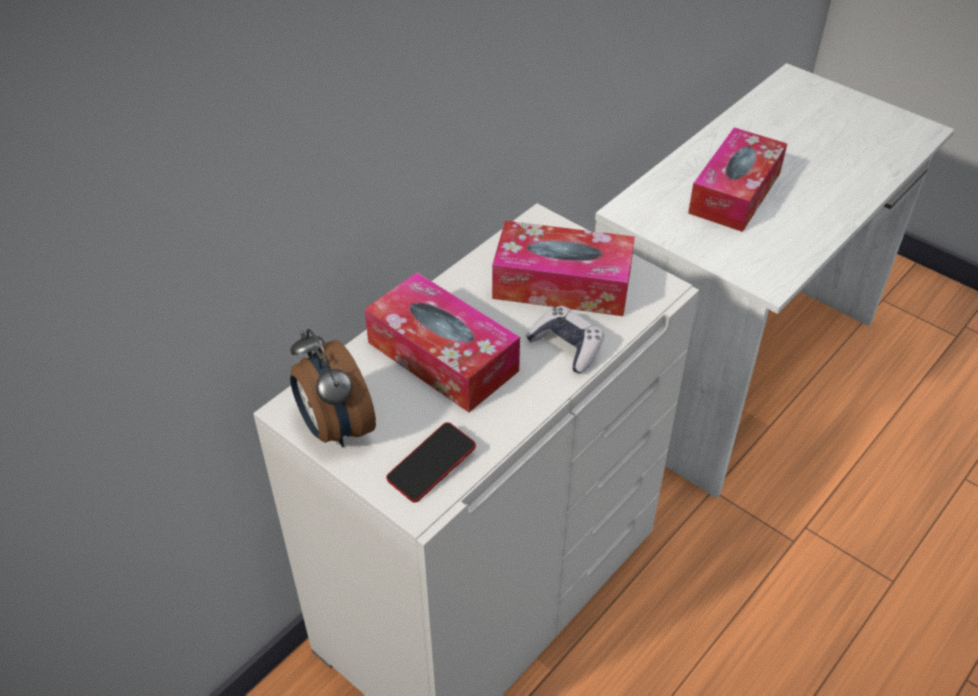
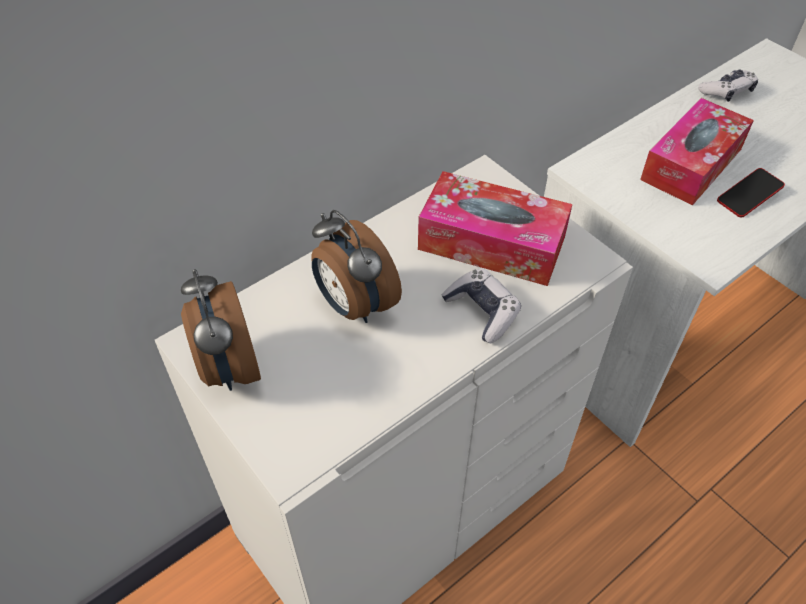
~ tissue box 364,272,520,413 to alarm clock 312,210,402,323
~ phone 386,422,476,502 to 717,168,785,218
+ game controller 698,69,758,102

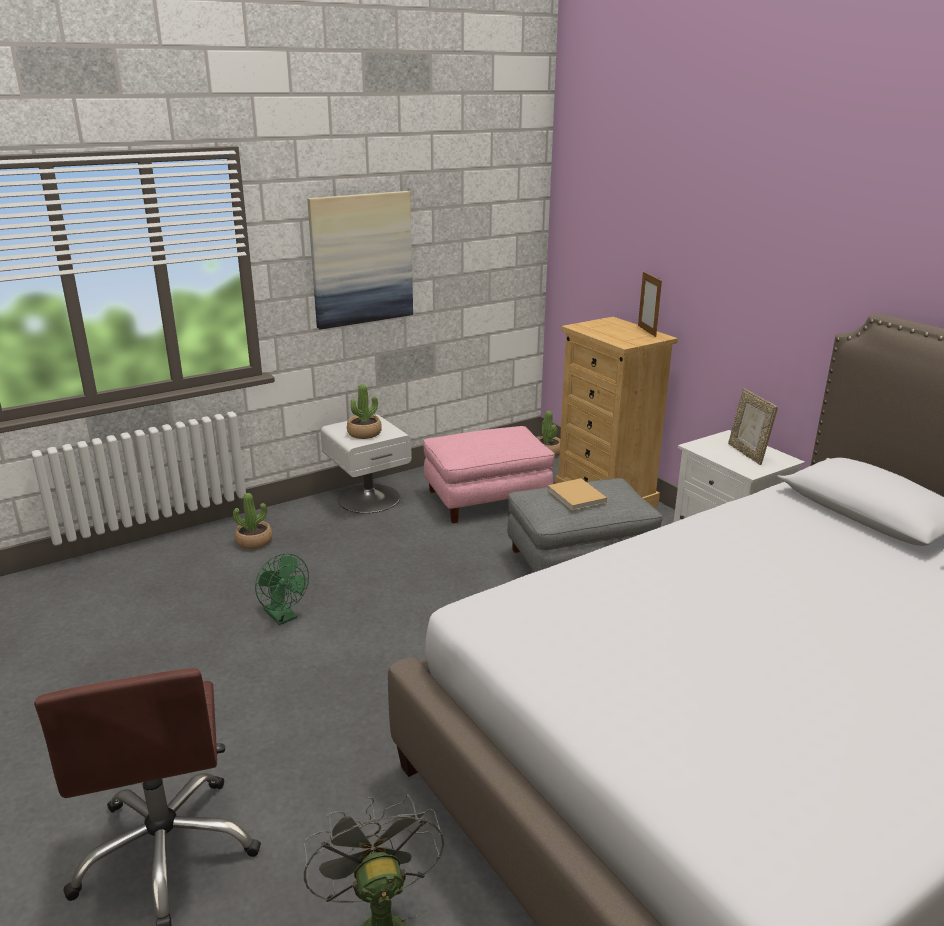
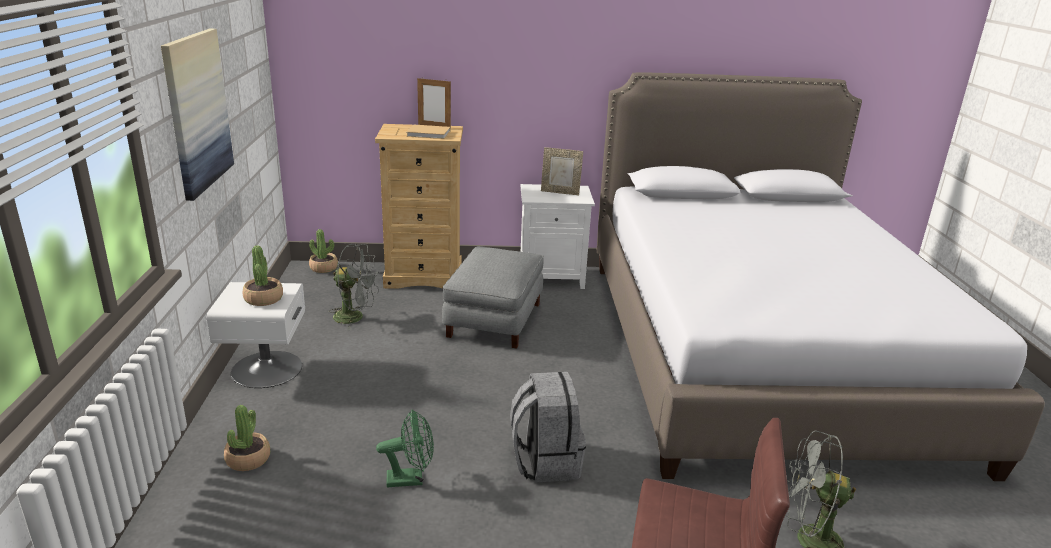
~ pink ottoman 423,426,555,523 to grey fan 329,244,379,330
~ beige book 548,478,607,511 to 406,125,450,139
+ grey backpack 510,372,586,483

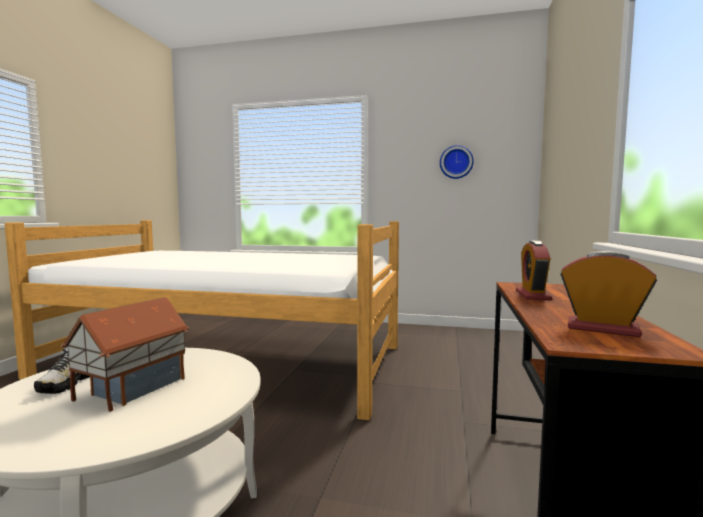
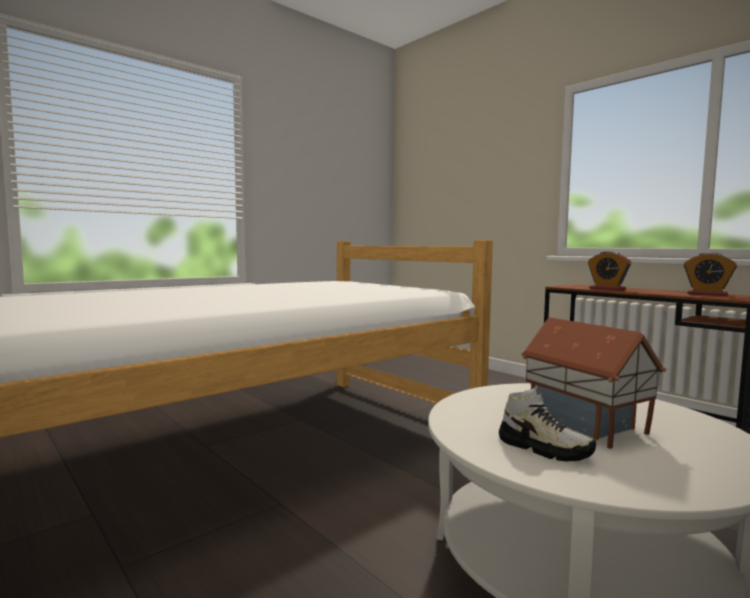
- wall clock 440,145,474,179
~ alarm clock 560,251,657,337 = 684,252,737,296 120 degrees counterclockwise

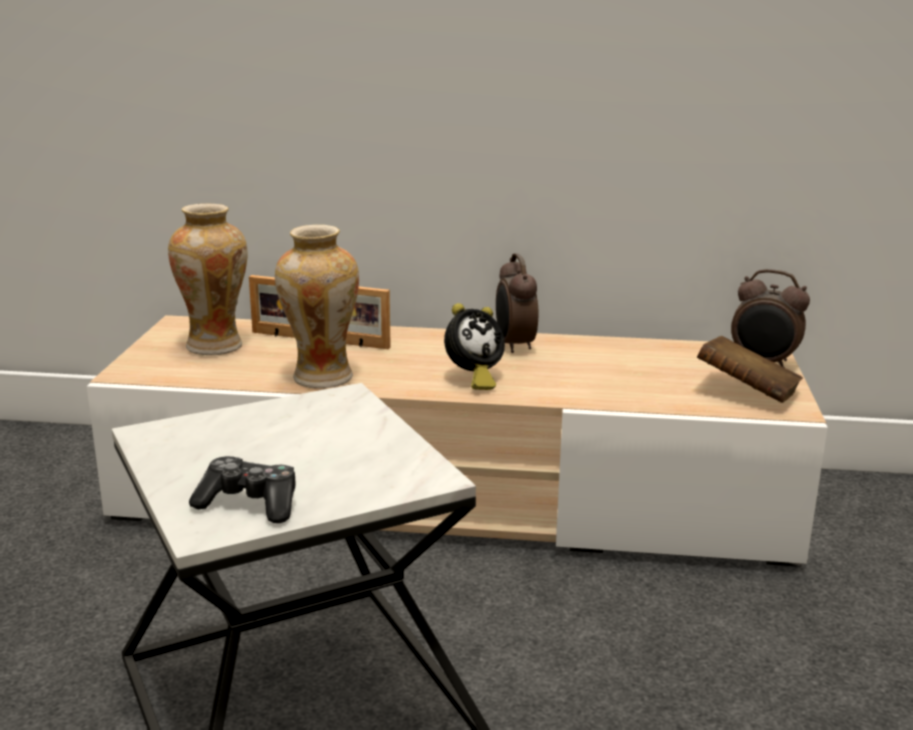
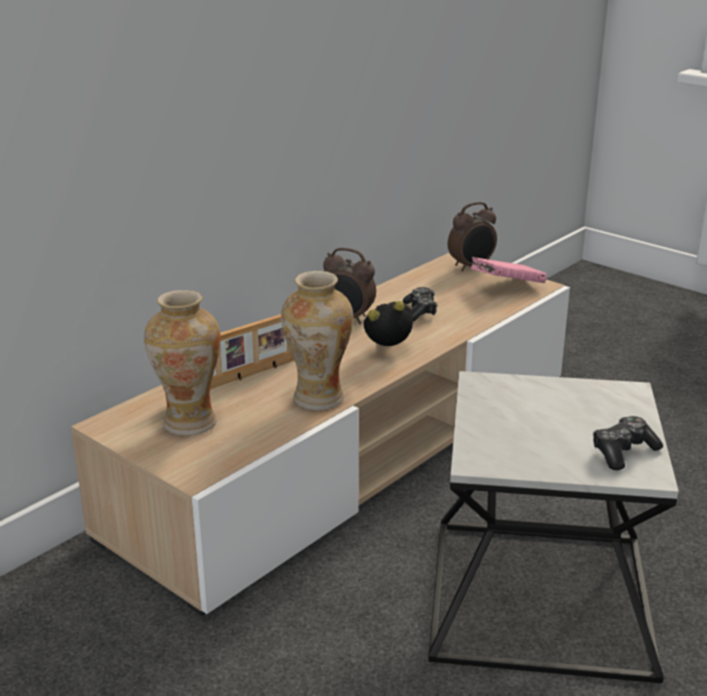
~ alarm clock 444,303,505,390 = 363,301,413,346 105 degrees counterclockwise
~ brown book 697,336,803,403 to pink book 470,257,547,283
+ game controller 403,287,438,322

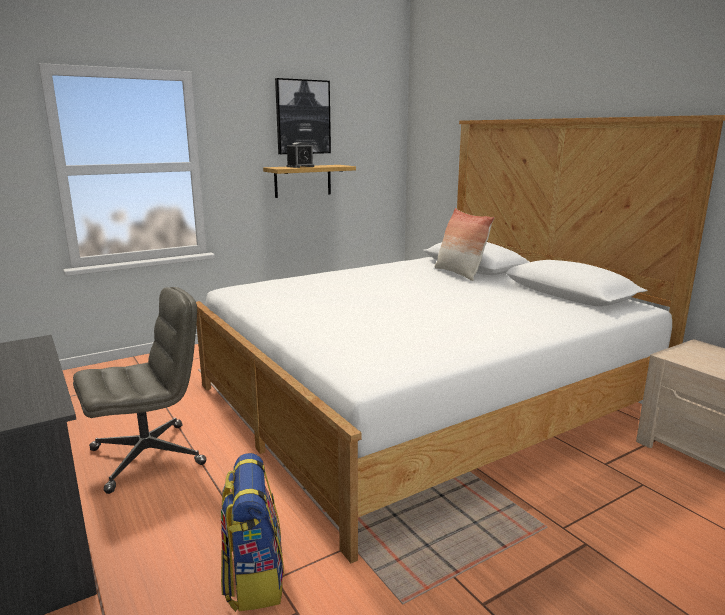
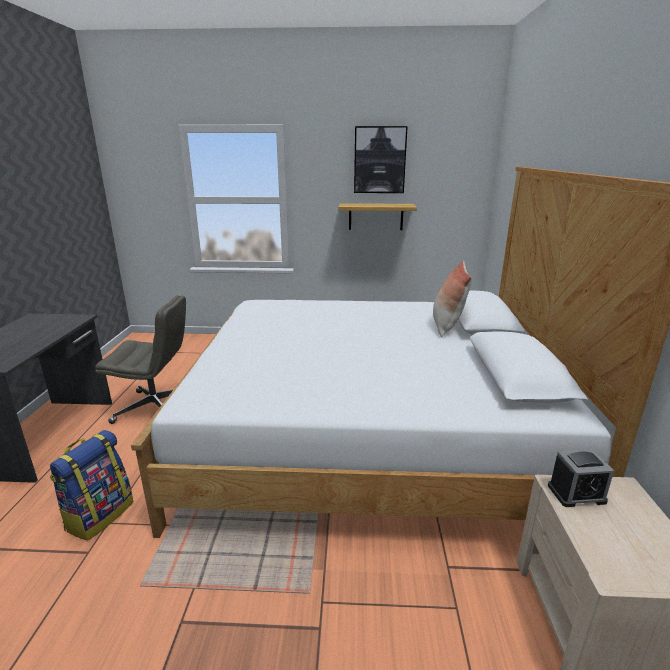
~ alarm clock 287,142,314,168 to 548,449,614,507

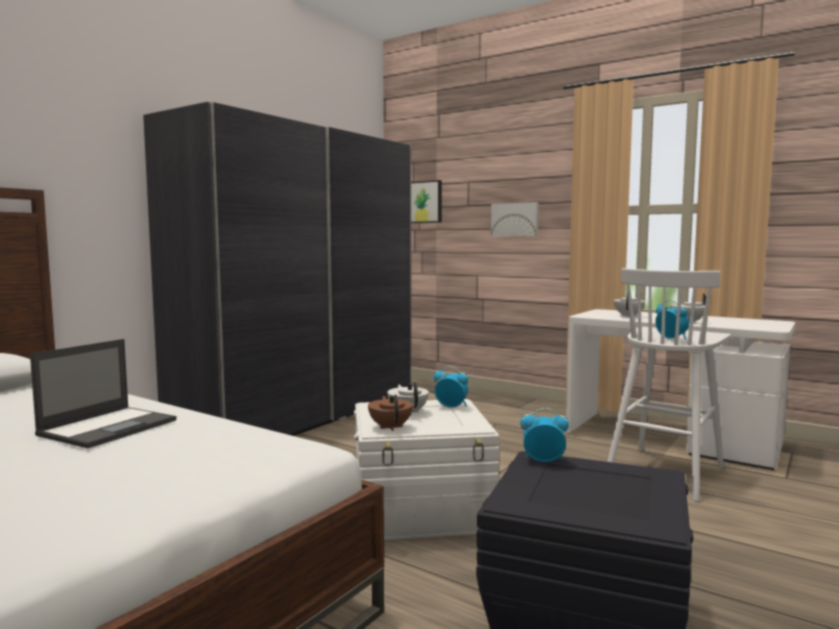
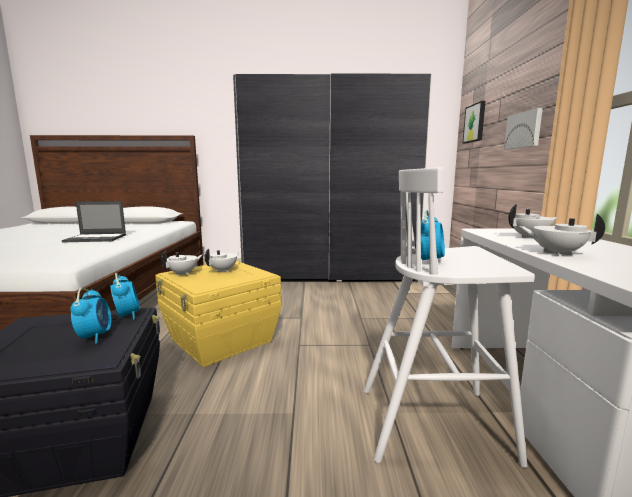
~ white storage box 354,399,500,540 to yellow storage box 155,261,281,367
~ brown teapot 368,395,413,431 to white teapot 161,251,202,275
~ alarm clock 434,366,468,407 to 71,288,111,344

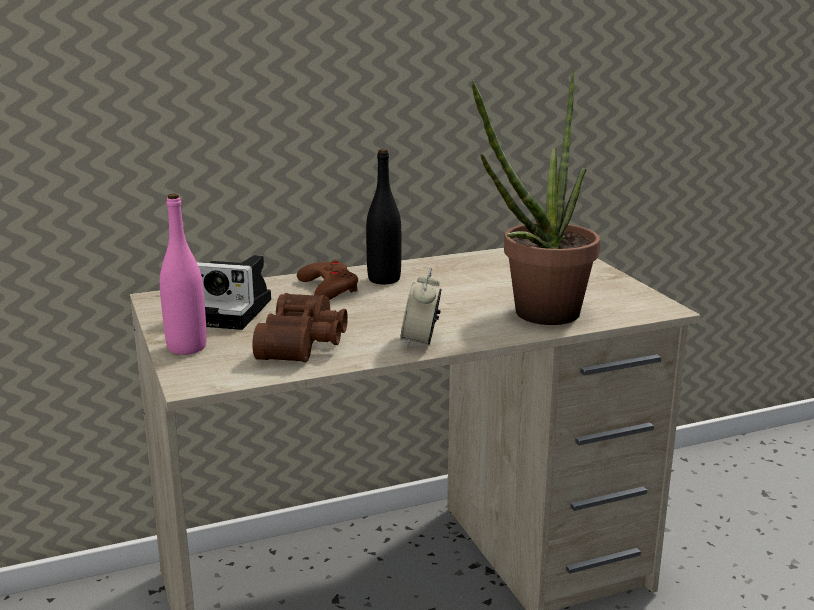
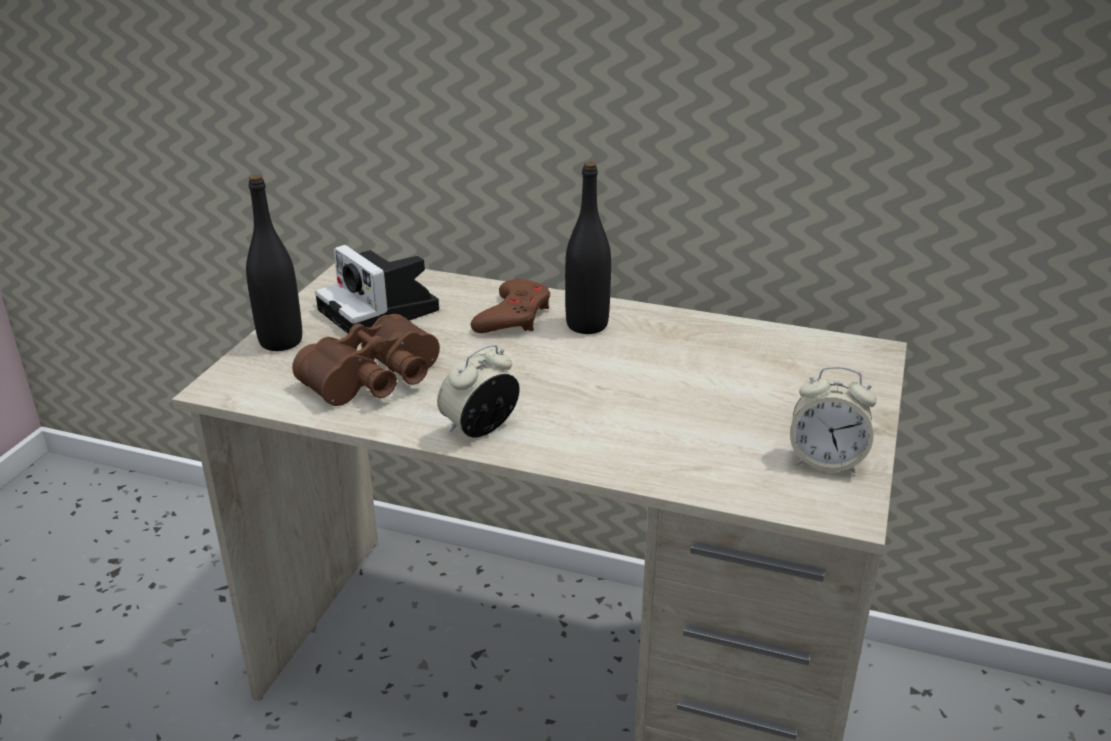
~ pink bottle 160,193,207,355 to black bottle 246,175,302,351
- potted plant 471,70,600,325
+ alarm clock 790,366,877,473

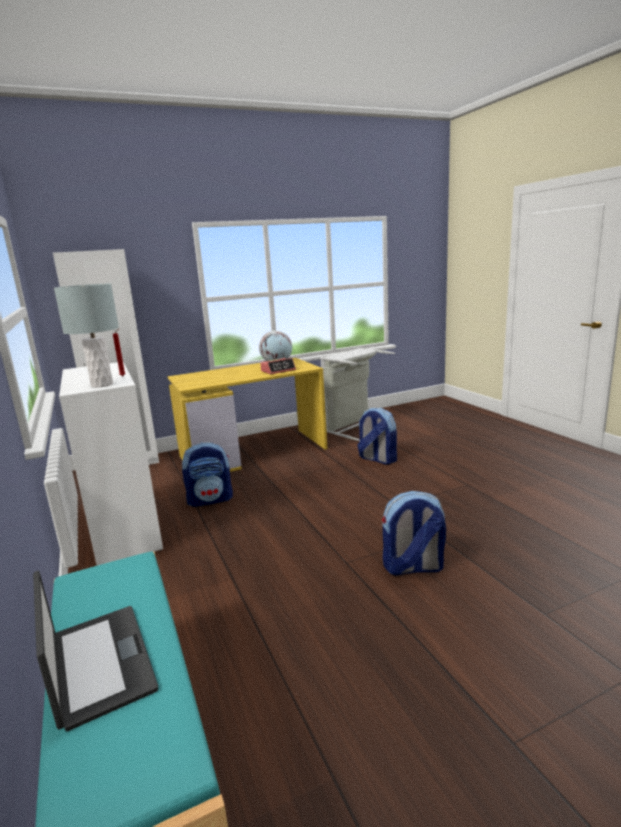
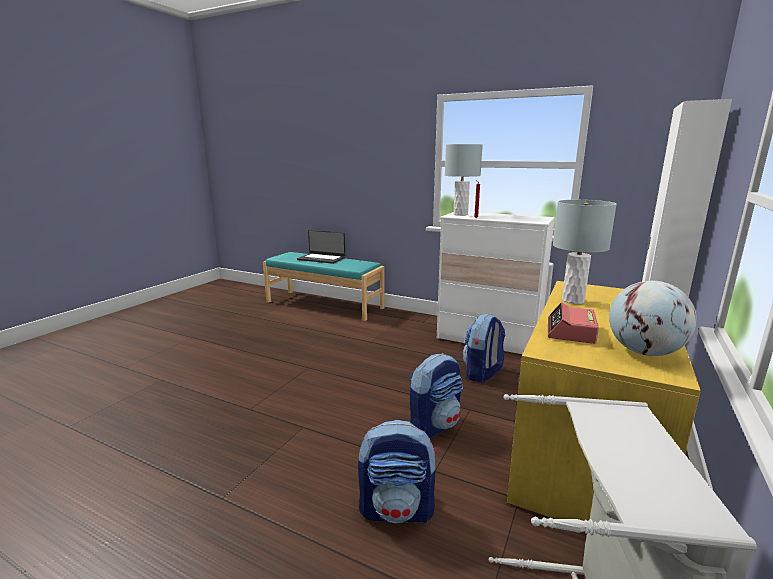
~ backpack 382,491,446,576 to 409,353,463,438
+ grey table lamp 553,200,617,304

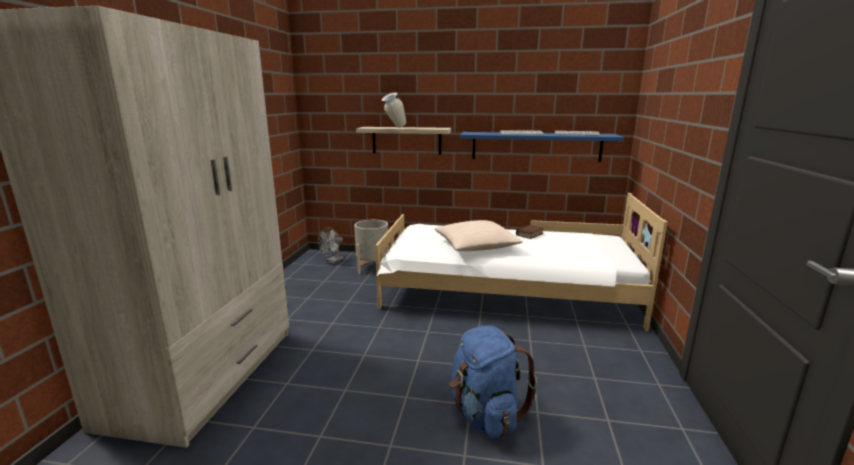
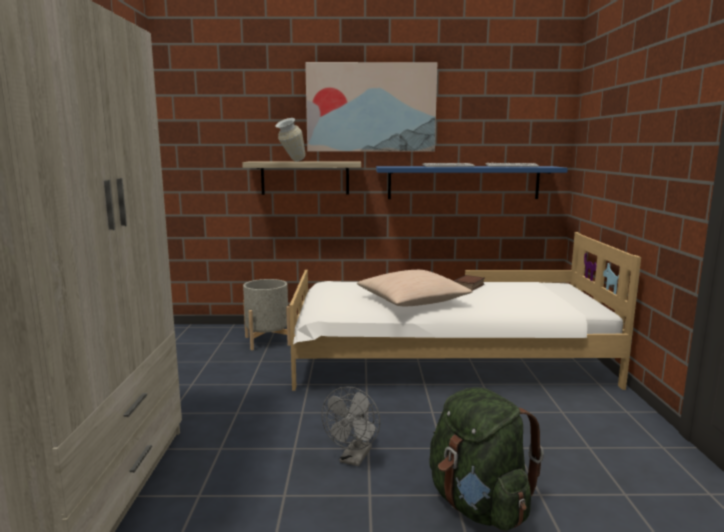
~ grey fan 318,227,344,264 to 321,387,380,466
~ blue backpack 449,326,538,438 to green backpack 429,387,544,531
+ picture 305,62,437,151

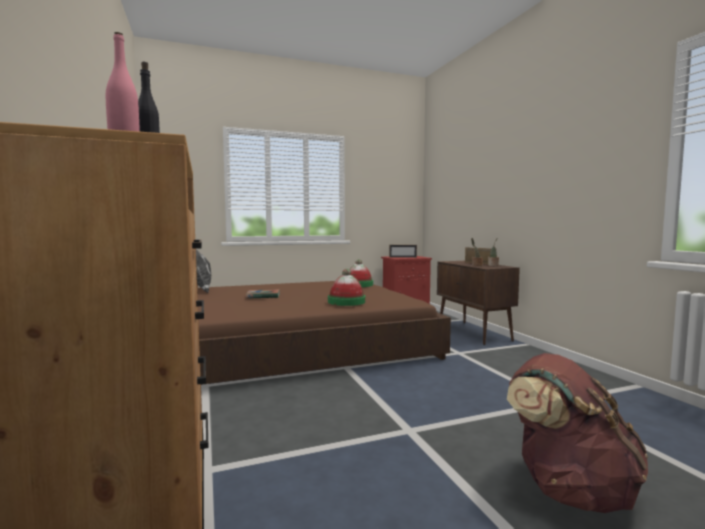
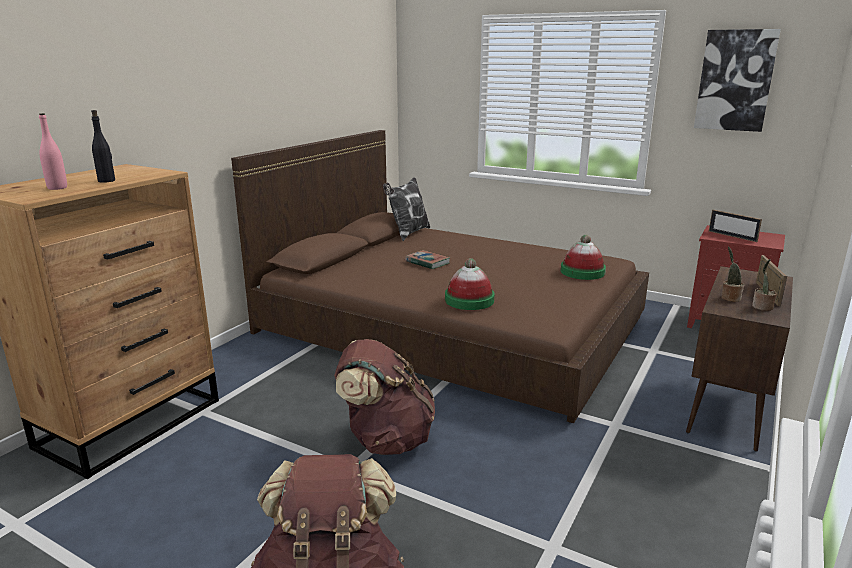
+ brown backpack 334,339,435,455
+ picture 694,29,781,132

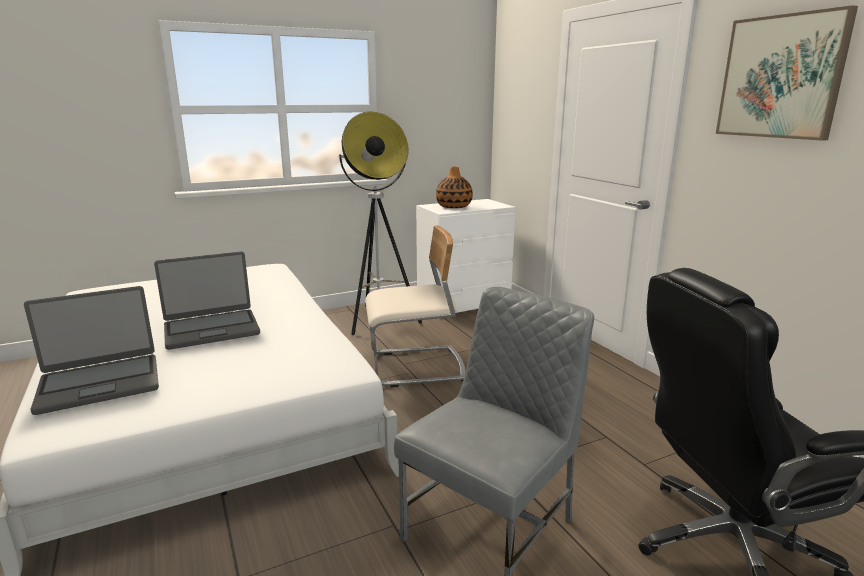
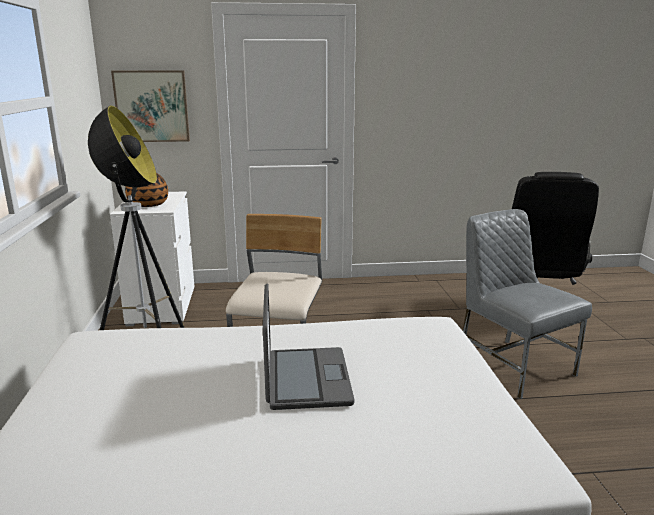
- laptop 24,286,159,415
~ picture 716,5,858,141 to 111,71,190,142

